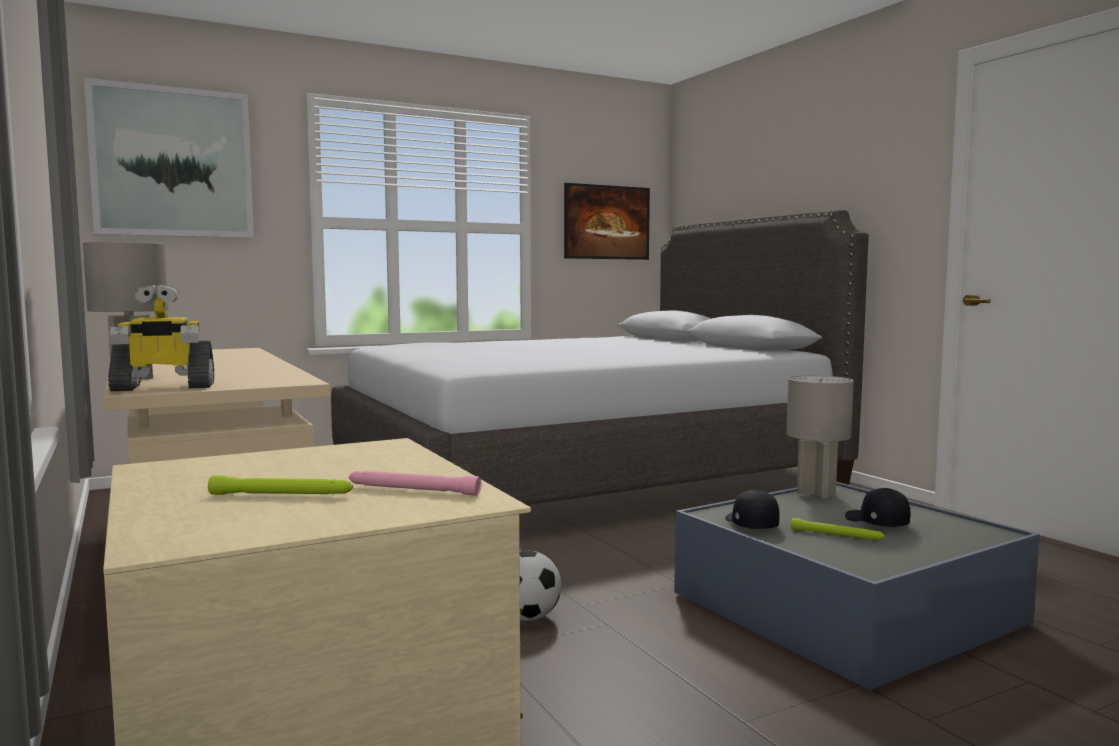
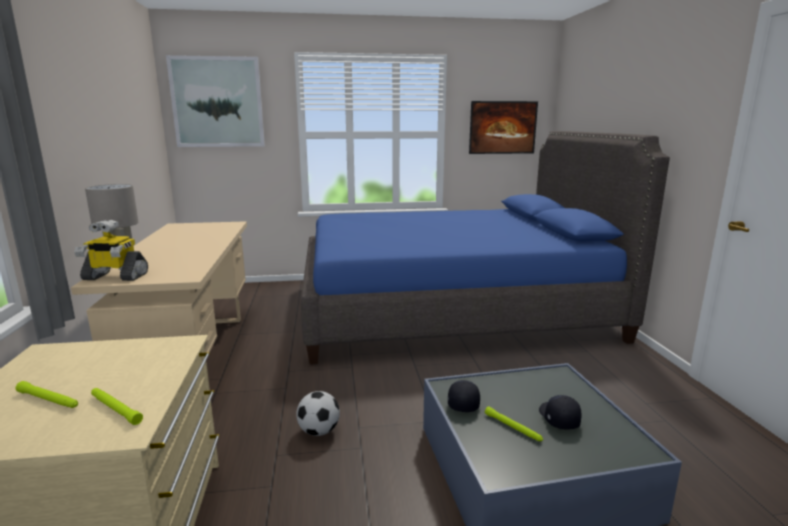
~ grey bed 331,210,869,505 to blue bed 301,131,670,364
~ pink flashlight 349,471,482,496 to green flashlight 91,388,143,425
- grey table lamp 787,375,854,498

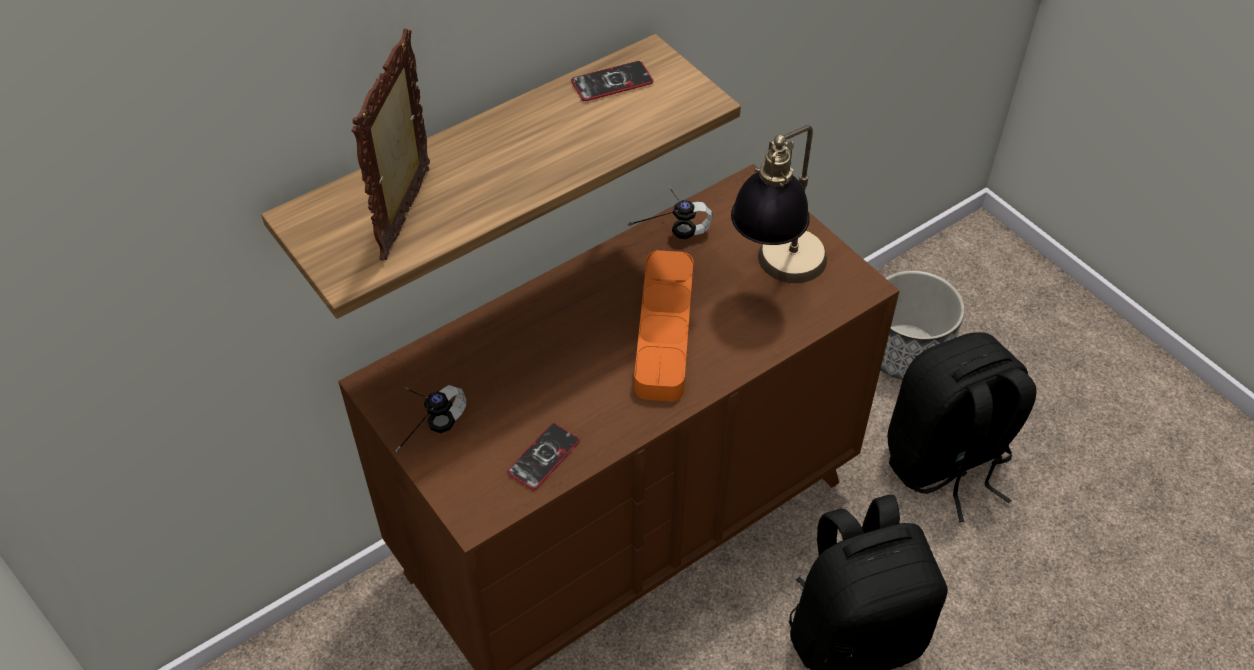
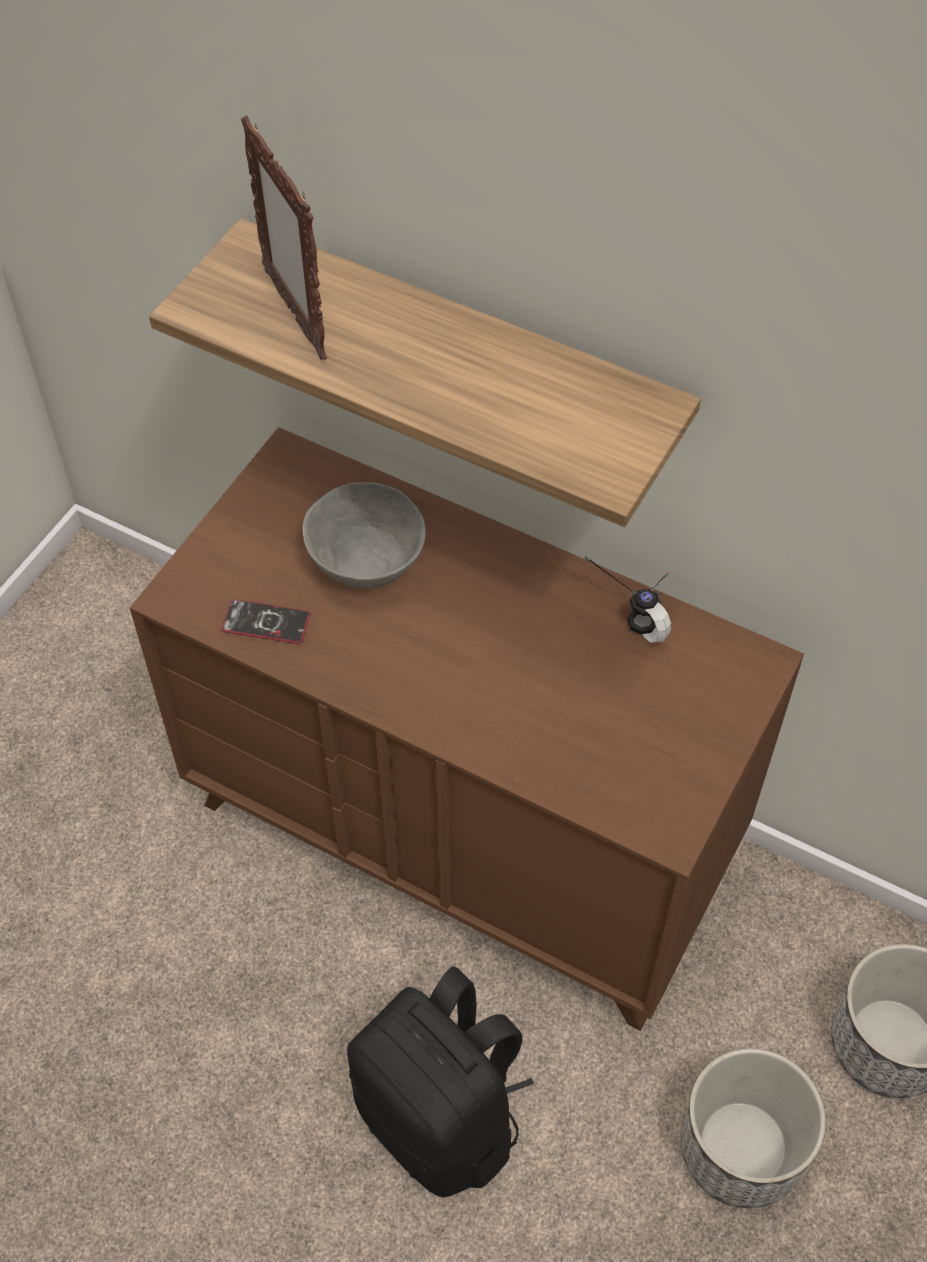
~ picture frame 351,29,430,260 = 241,116,327,360 105 degrees counterclockwise
- headphones 395,385,466,453
- phone 571,61,654,101
- orange tray 634,250,693,402
- table lamp 731,125,827,283
~ black backpack 888,332,1037,522 to planter 681,1048,826,1208
+ grey bowl 303,482,426,589

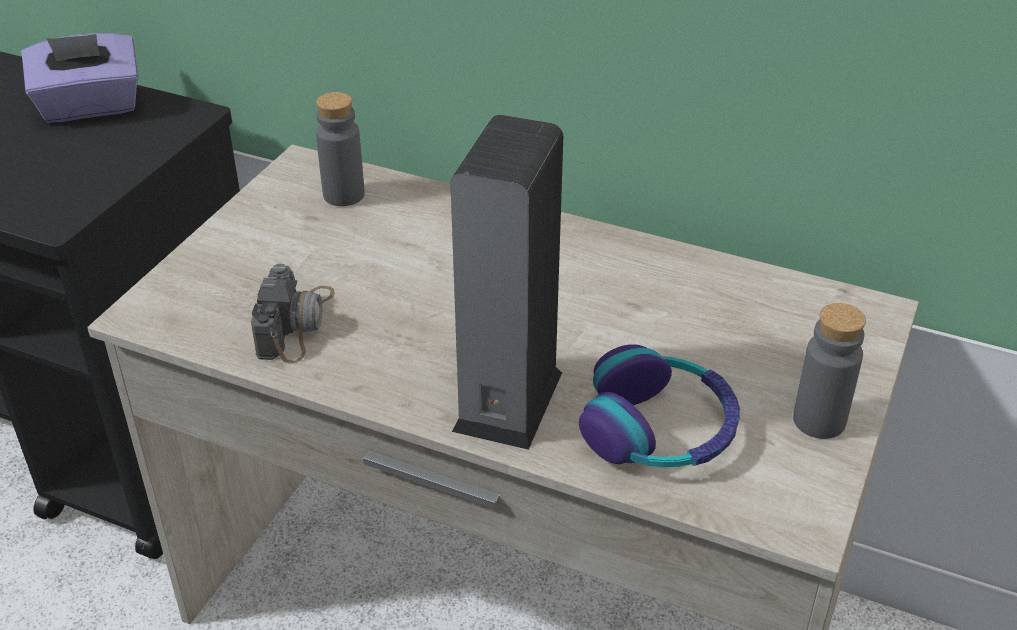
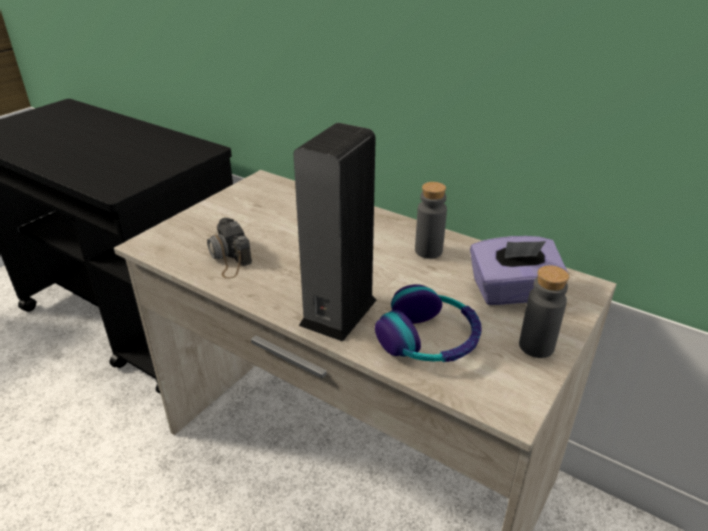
~ purple tissue box 21,33,138,123 to 470,236,568,305
~ photo camera 251,264,335,363 = 207,218,252,279 135 degrees clockwise
~ grey bottle 316,92,365,206 to 415,182,447,259

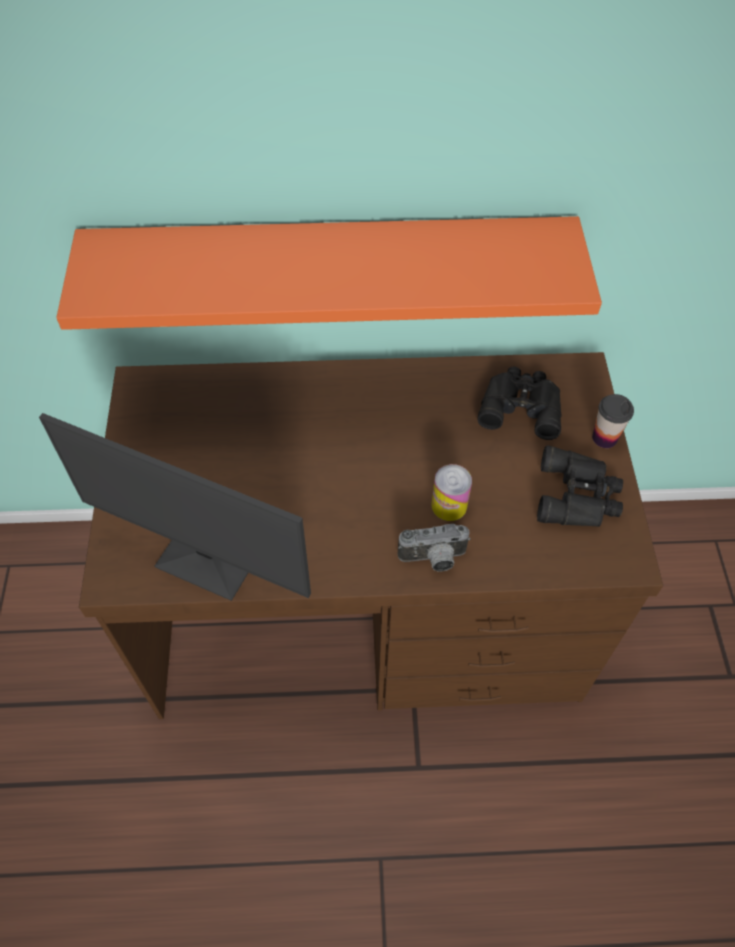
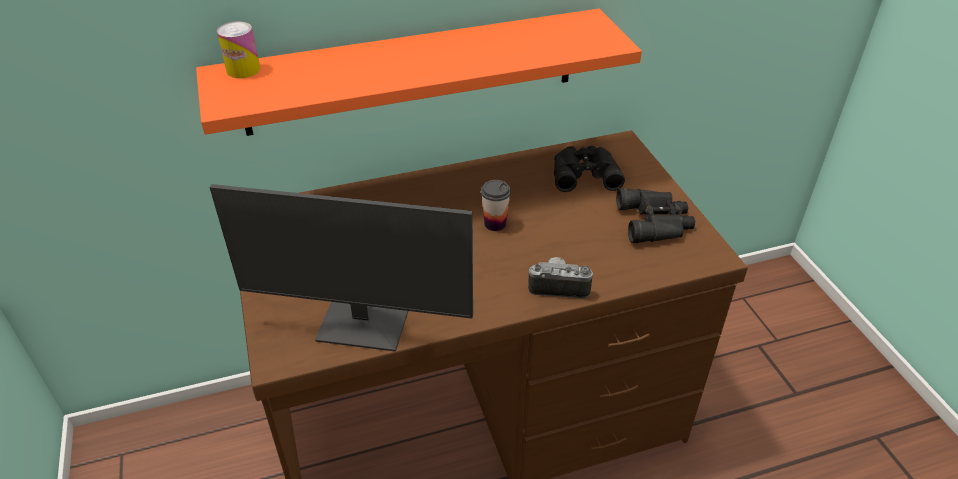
~ photo camera 397,524,471,572 = 528,257,593,299 150 degrees counterclockwise
~ can 432,464,472,521 to 217,22,260,78
~ cup 592,394,634,448 to 481,180,511,231

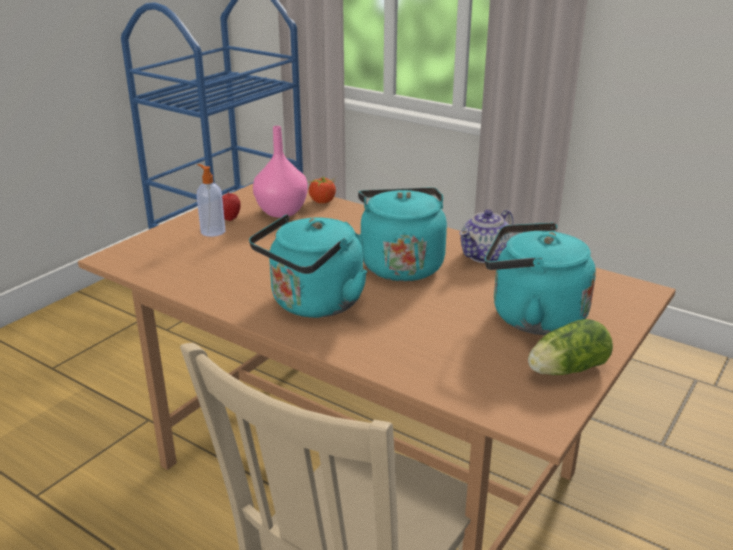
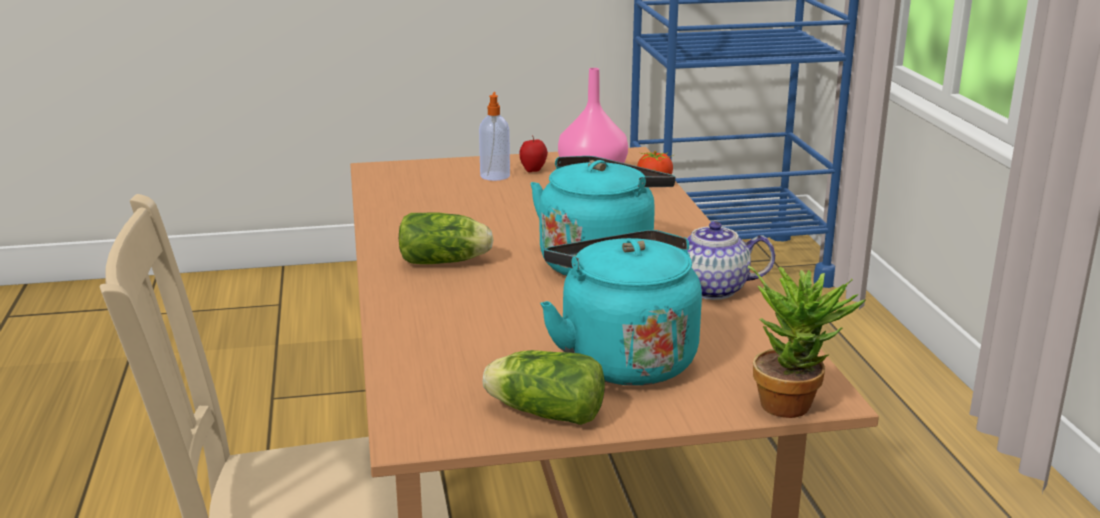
~ turquoise kettle 249,214,367,318 to lettuce 399,212,494,264
+ potted plant 748,266,865,418

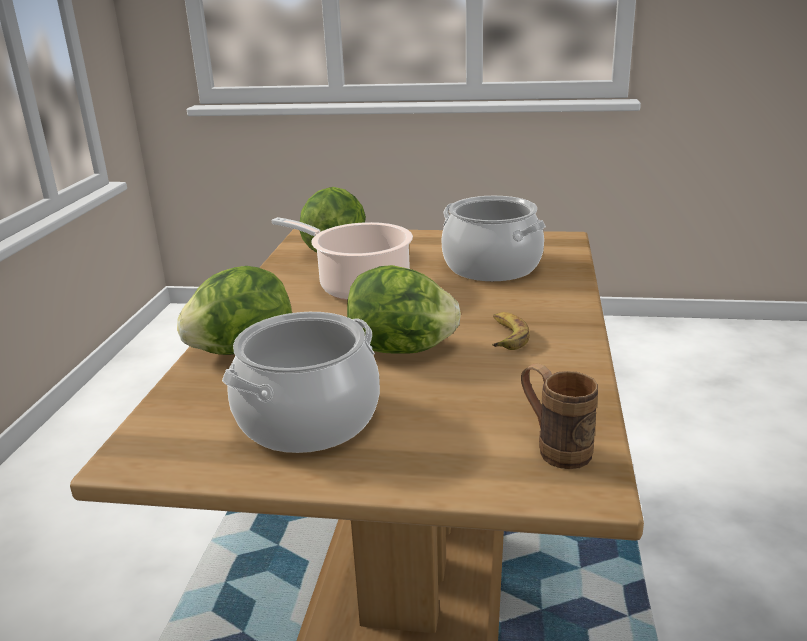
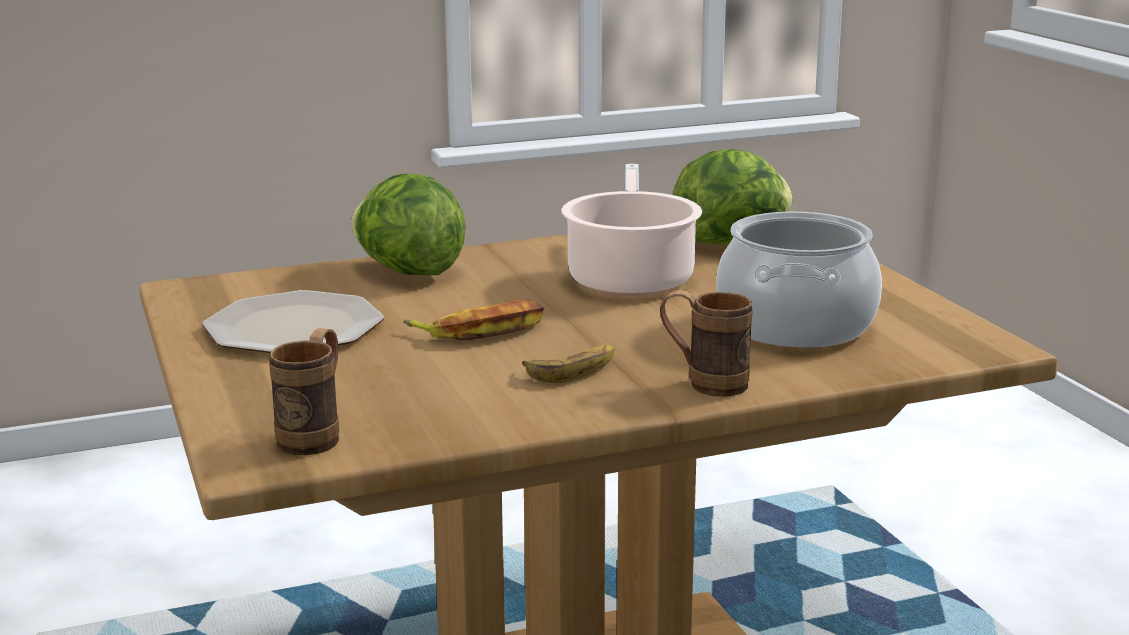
~ cooking pot 222,312,380,453 to plate 202,290,384,353
~ lettuce 347,265,461,354 to banana 403,300,544,340
+ brown mug 660,290,752,397

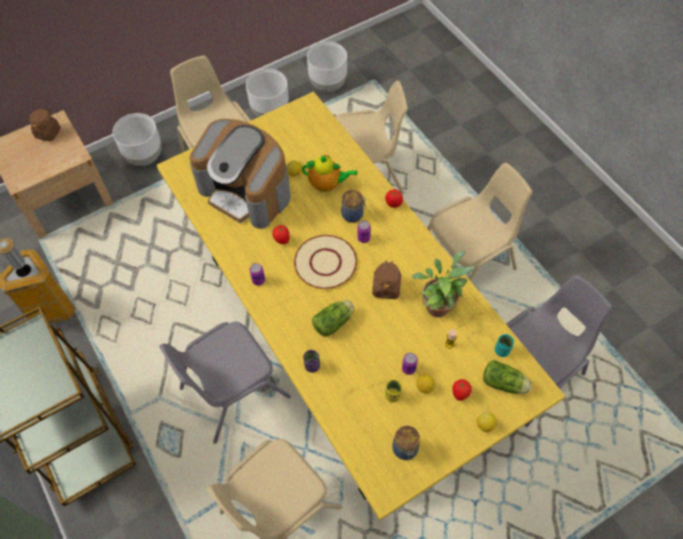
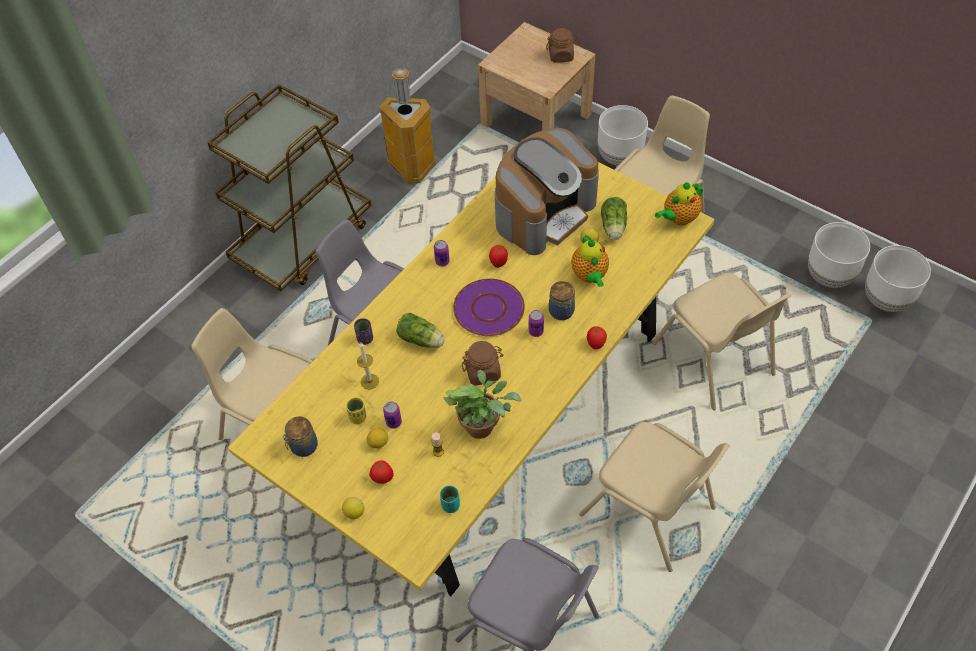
~ coffee machine 189,119,291,229 = 495,128,599,255 150 degrees counterclockwise
~ white planter 246,69,289,117 to 865,245,931,312
~ beige plate 294,235,357,289 to purple plate 453,278,525,336
~ lettuce 483,360,532,394 to 601,197,627,240
+ candle 357,343,379,390
+ teapot 655,182,703,225

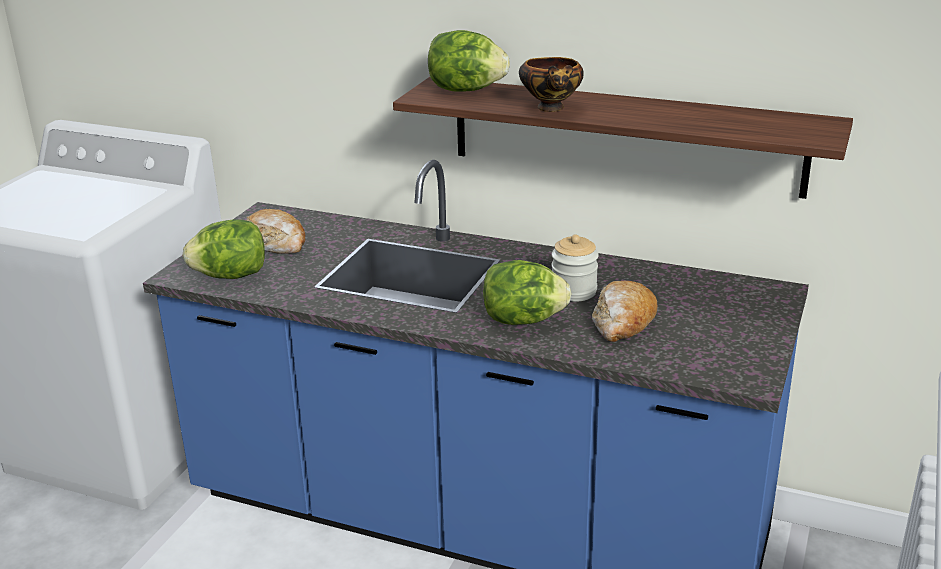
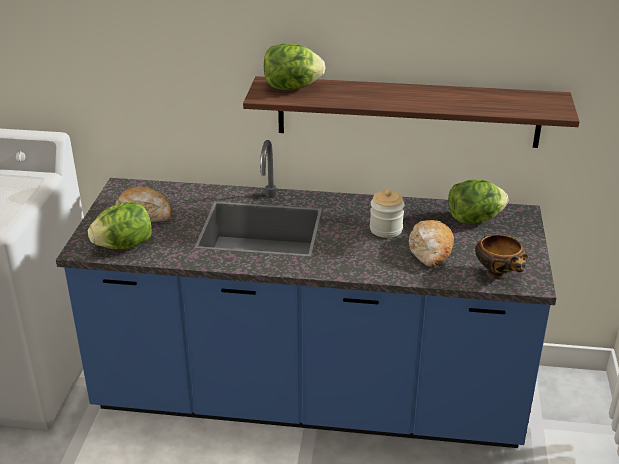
~ lettuce 483,260,571,325 to 448,179,508,223
~ bowl 519,57,584,112 to 475,235,528,279

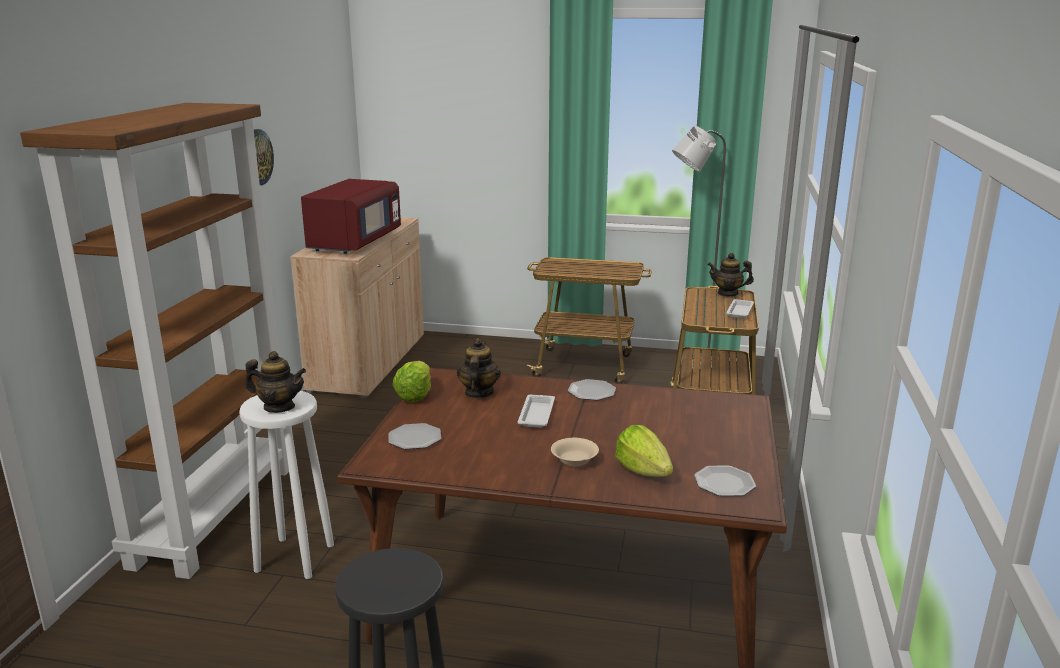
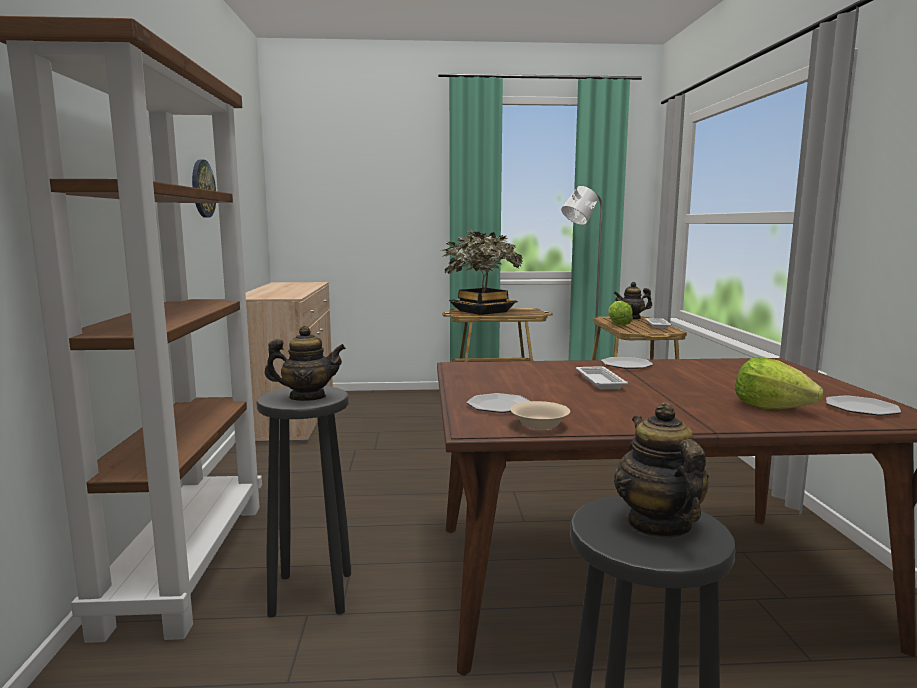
~ white stool 239,391,334,579 to black stool 256,386,351,618
- red microwave 301,179,401,254
~ lettuce 393,361,431,402 to 608,300,633,326
~ teapot 457,338,501,398 to 614,402,709,538
~ beige bowl 551,438,599,466 to 510,401,570,430
+ potted plant 442,229,523,315

